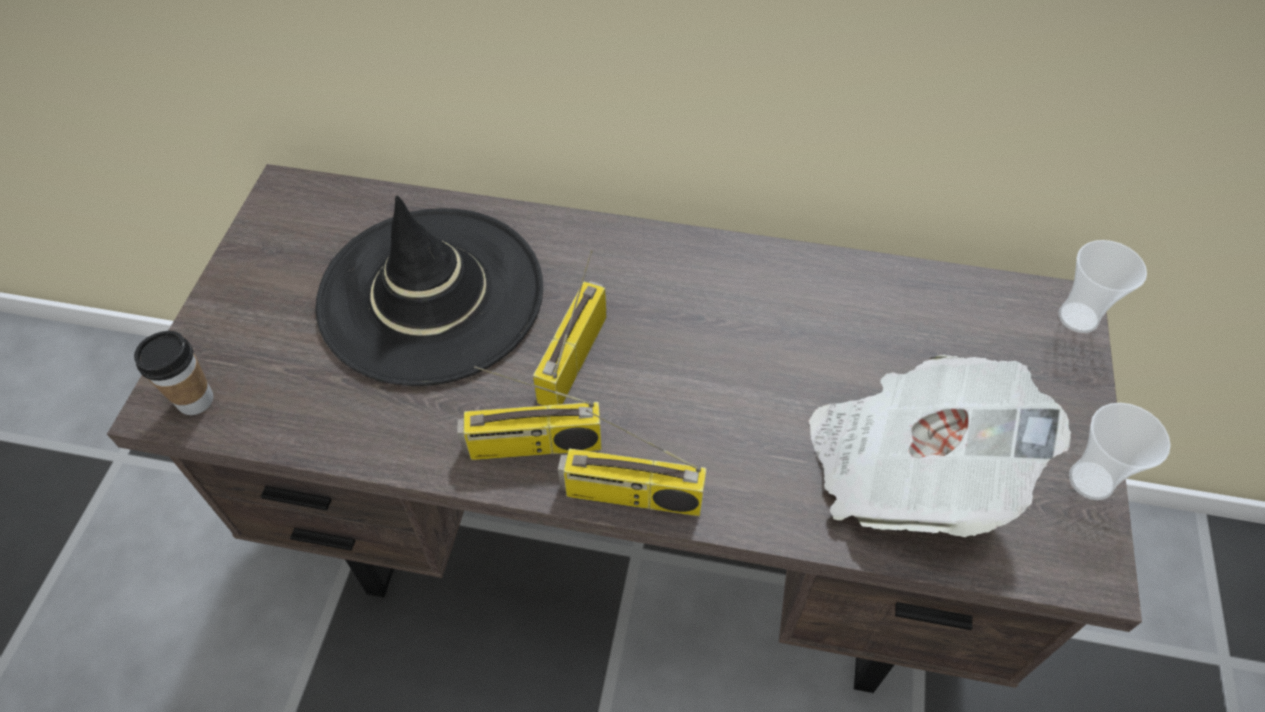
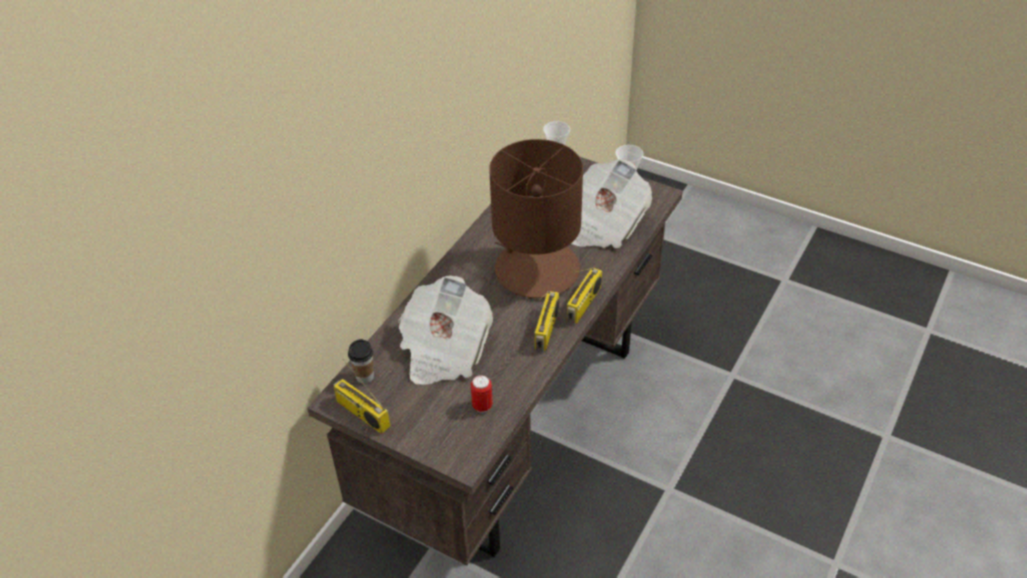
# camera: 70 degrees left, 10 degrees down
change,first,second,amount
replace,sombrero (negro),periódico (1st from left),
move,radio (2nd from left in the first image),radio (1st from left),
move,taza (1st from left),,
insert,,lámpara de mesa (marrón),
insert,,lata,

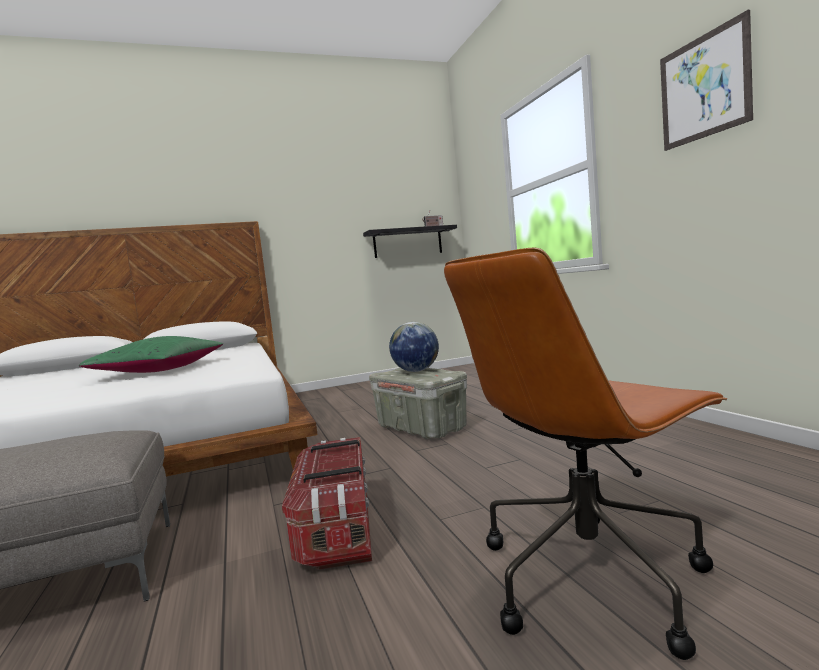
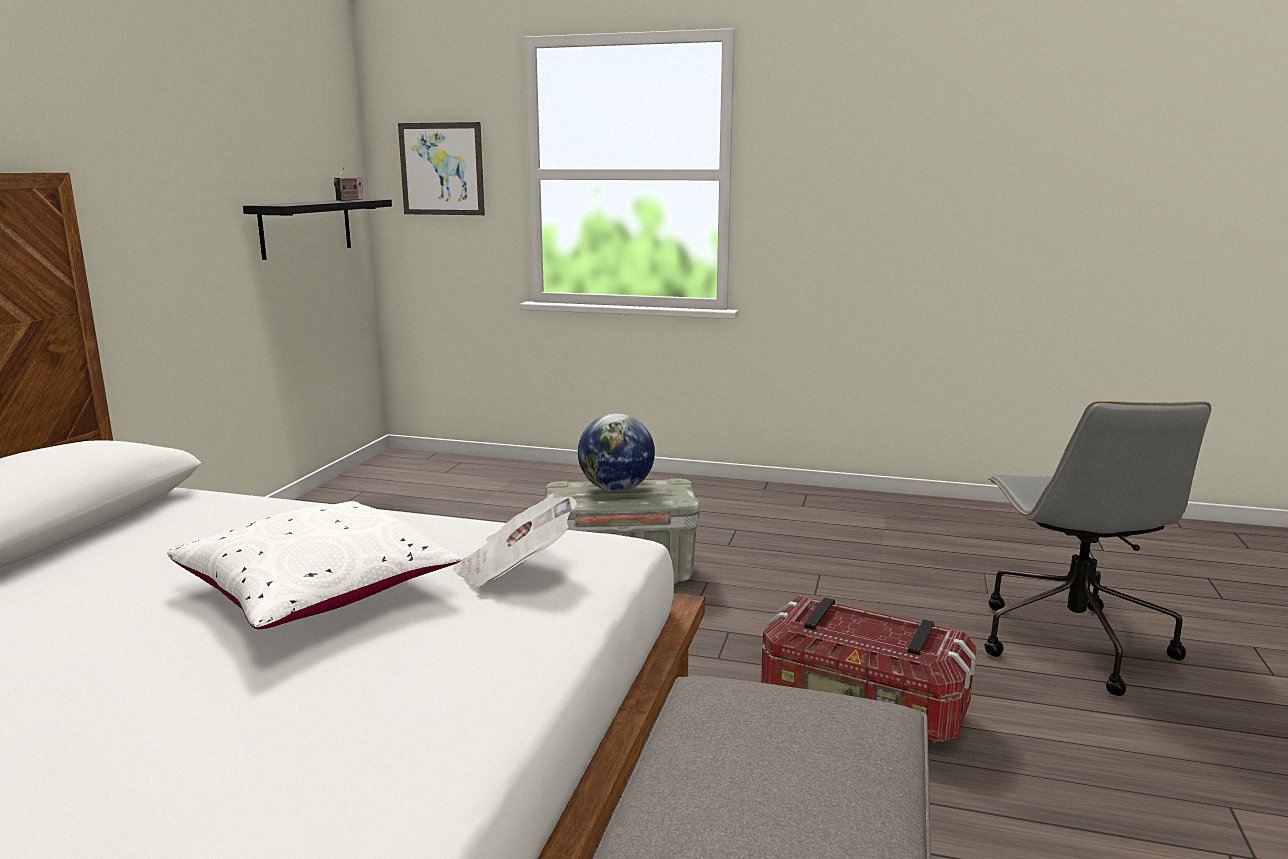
# camera: 55 degrees left, 10 degrees up
change,first,second,amount
move,cuadro,,
recolor,silla de oficina (marrón),silla de oficina (gris),
recolor,cojín (verde),cojín (blanco),
insert,,periódico,

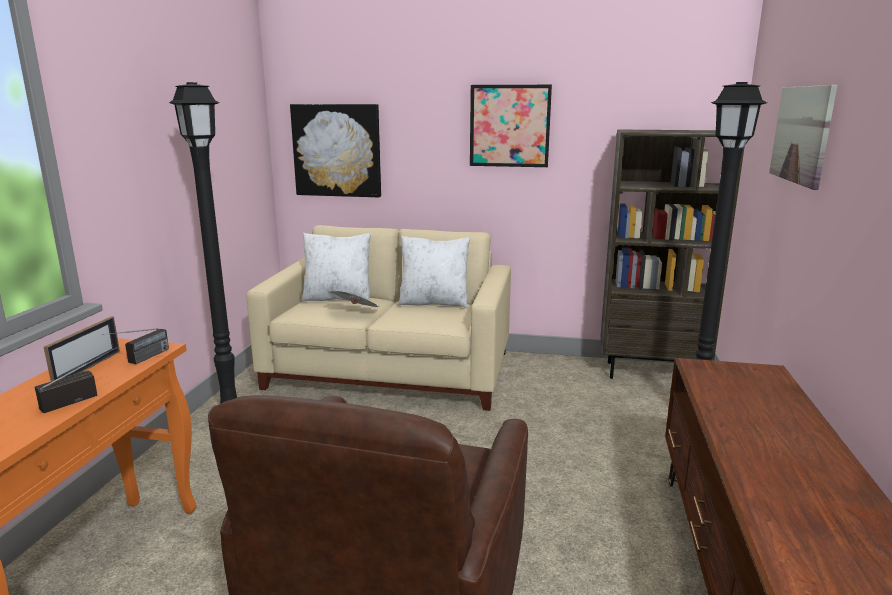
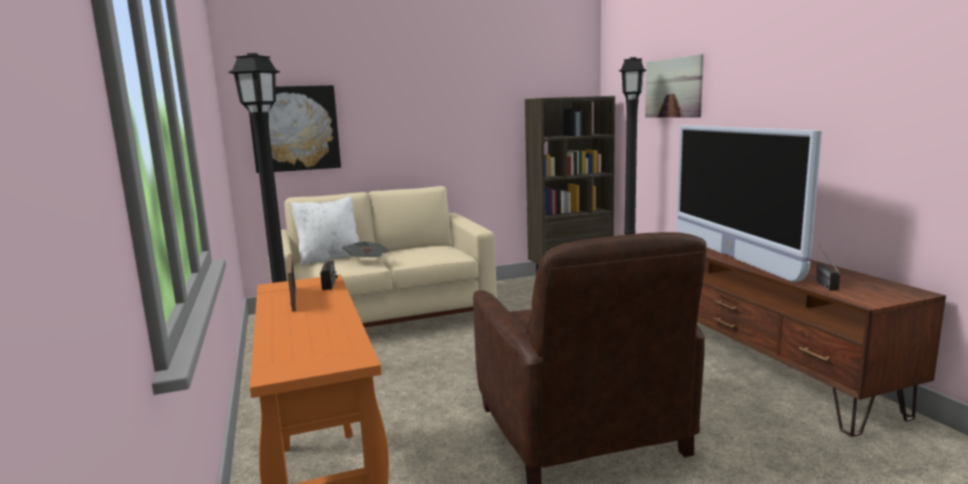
# camera: 30 degrees left, 5 degrees down
change,first,second,amount
delete,cuadro (2nd from left),,
delete,cojín (blanco) (2nd from left),,
move,radio (1st from left in the first image),radio (2nd from left),
insert,,televisor,

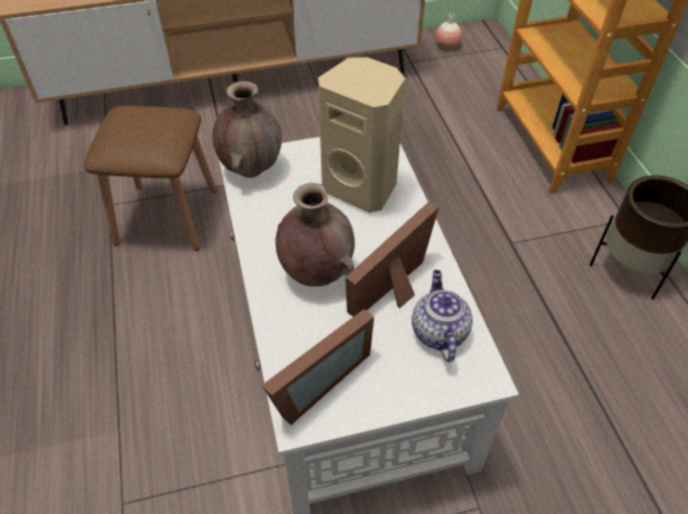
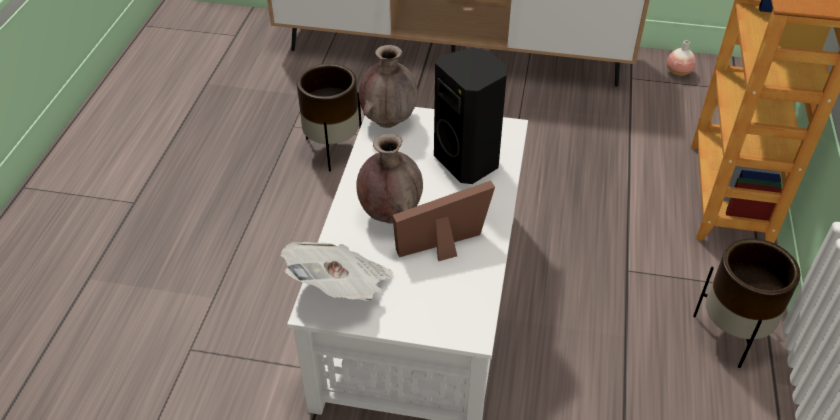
# camera: 25 degrees right, 5 degrees down
change,first,second,amount
recolor,altavoz (beis),altavoz (negro),
replace,taburete (marrón),maceta (marrón) (1st from left),
delete,tetera,,
replace,portarretratos (1st from left),periódico,

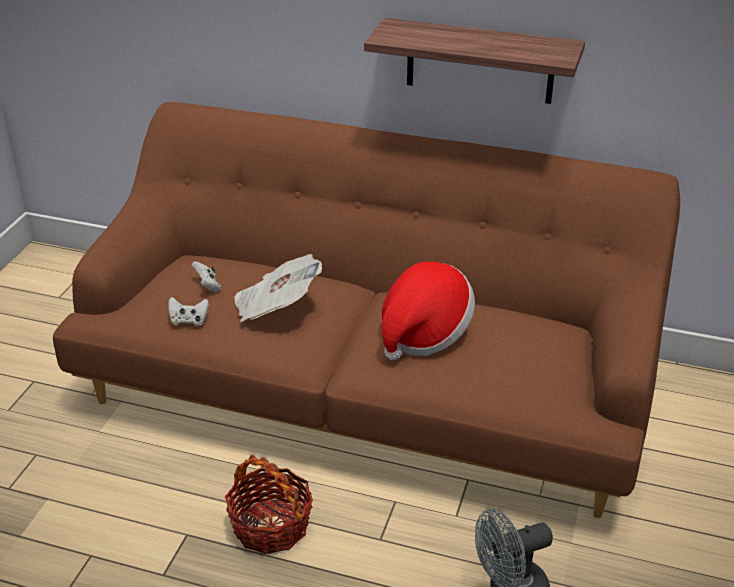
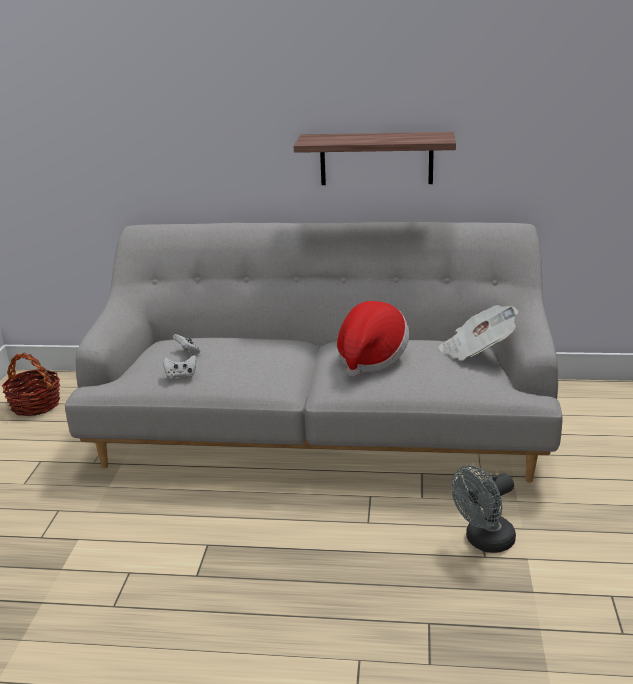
# camera: 10 degrees left, 10 degrees down
change,first,second,amount
recolor,sofá (marrón),sofá (gris),
move,periódico,,
move,cesta,,

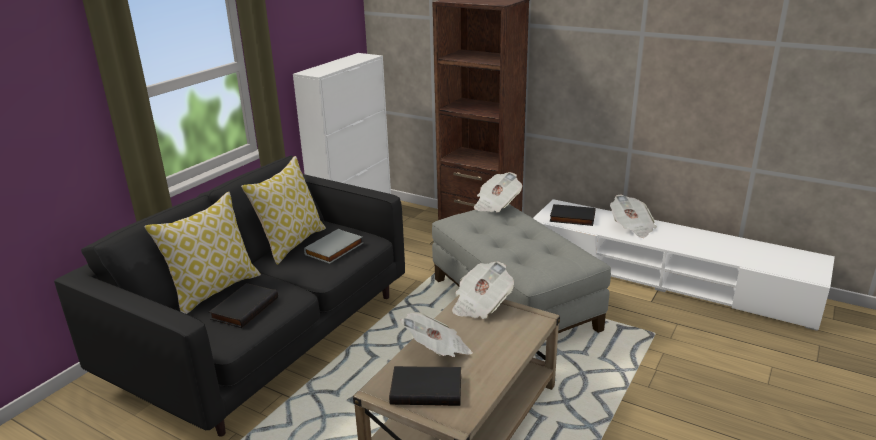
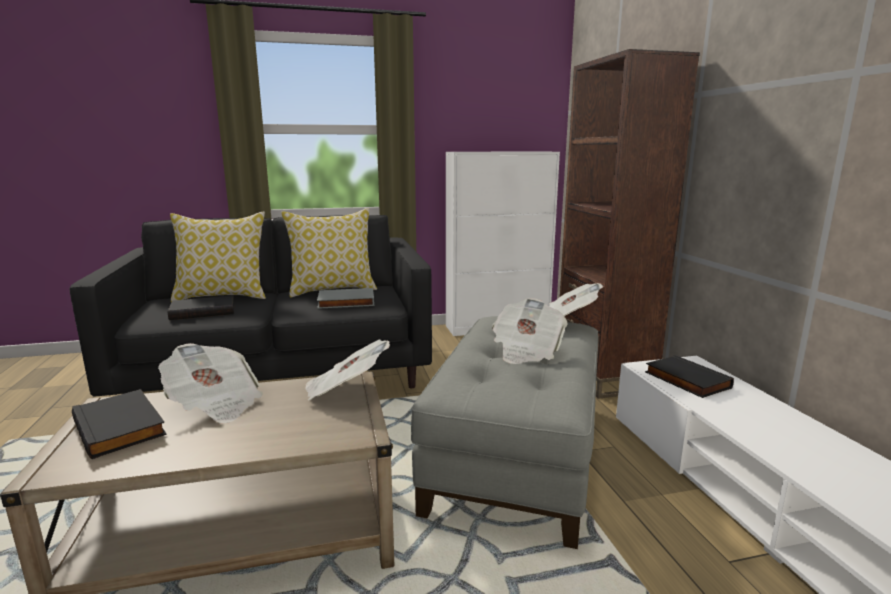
# camera: 45 degrees right, 10 degrees down
change,first,second,amount
move,periódico (4th from left in the first image),periódico (3rd from left),

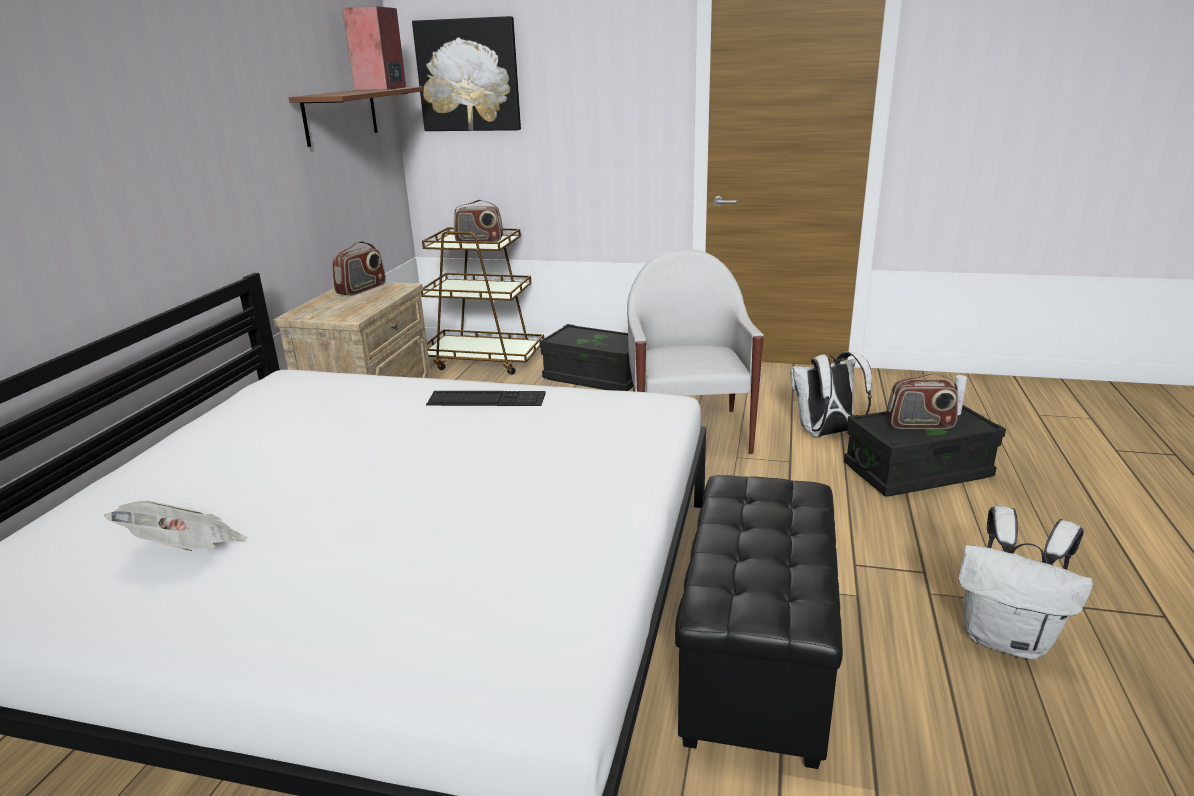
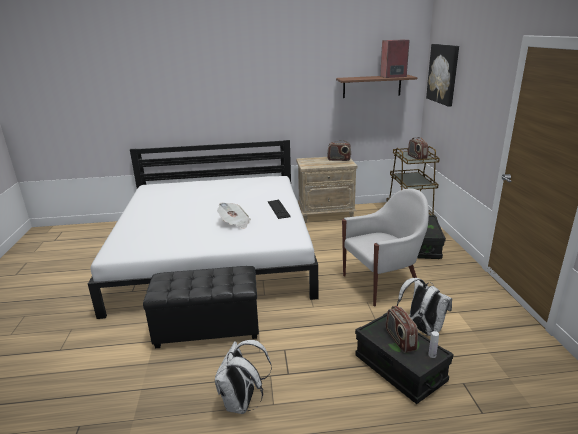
# camera: 70 degrees right, 0 degrees up
change,first,second,amount
move,periódico,,

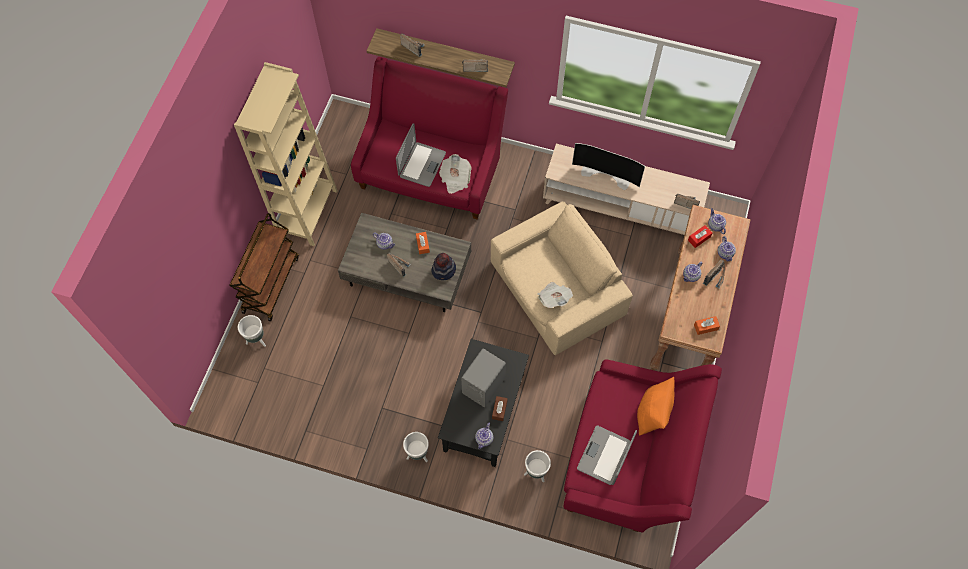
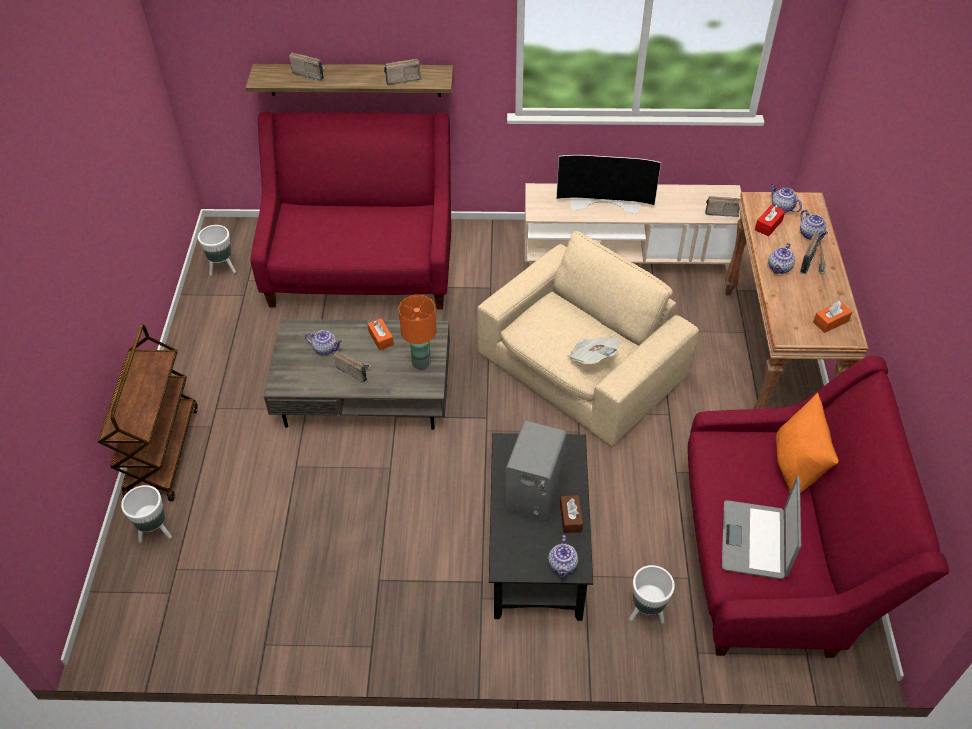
# camera: 15 degrees left, 15 degrees down
change,first,second,amount
delete,estantería (beis),,
delete,portátil (1st from left),,
delete,periódico (1st from left),,
replace,sombrero,lámpara de mesa (naranja),
move,maceta (blanco) (2nd from left),,

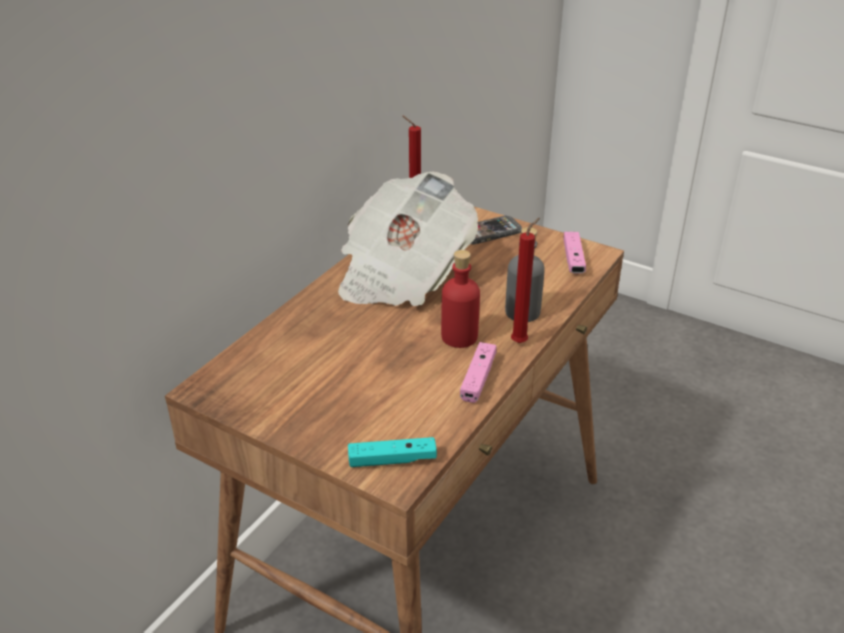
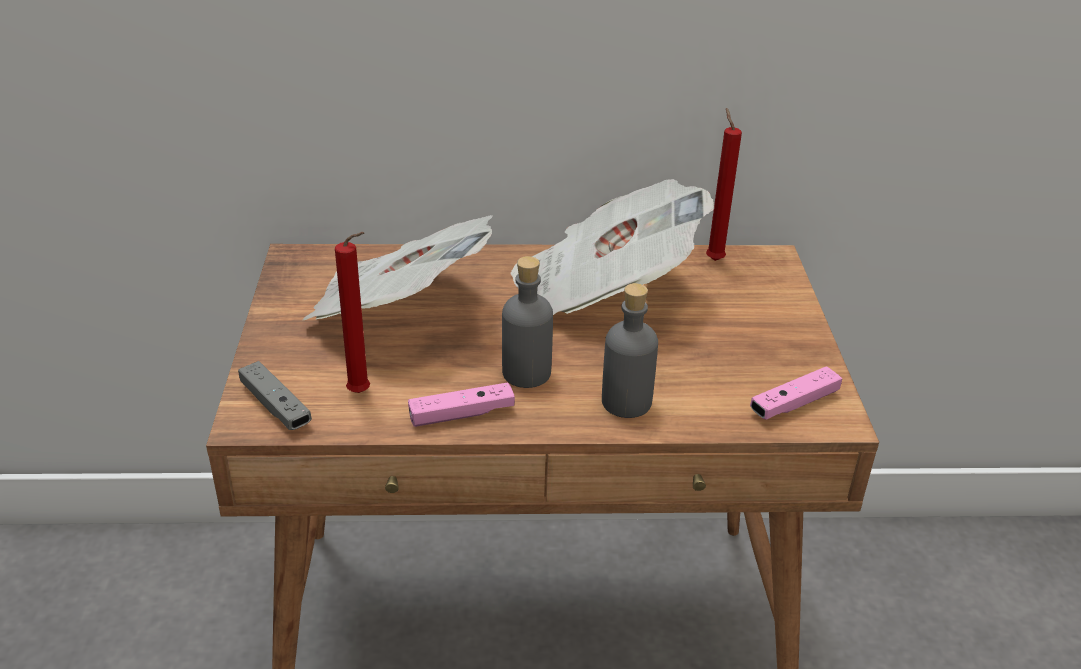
# camera: 55 degrees right, 0 degrees up
change,first,second,amount
delete,móvil,,
move,vela (rojo) (2nd from left in the first image),vela (rojo) (1st from left),
recolor,botella (rojo),botella (gris) (1st from left),
recolor,mando de consola (turquesa),mando de consola (gris),
insert,,periódico (1st from left),

